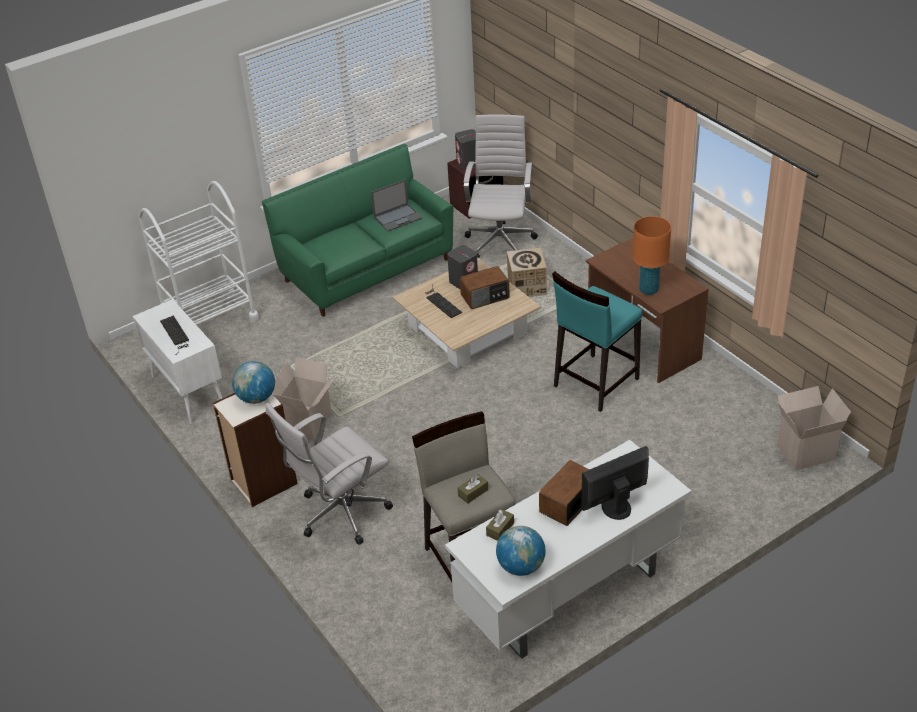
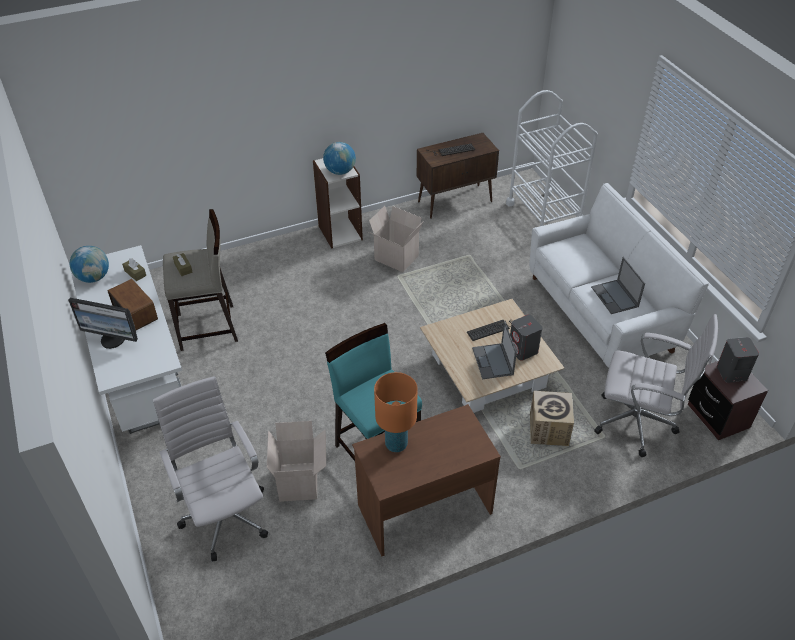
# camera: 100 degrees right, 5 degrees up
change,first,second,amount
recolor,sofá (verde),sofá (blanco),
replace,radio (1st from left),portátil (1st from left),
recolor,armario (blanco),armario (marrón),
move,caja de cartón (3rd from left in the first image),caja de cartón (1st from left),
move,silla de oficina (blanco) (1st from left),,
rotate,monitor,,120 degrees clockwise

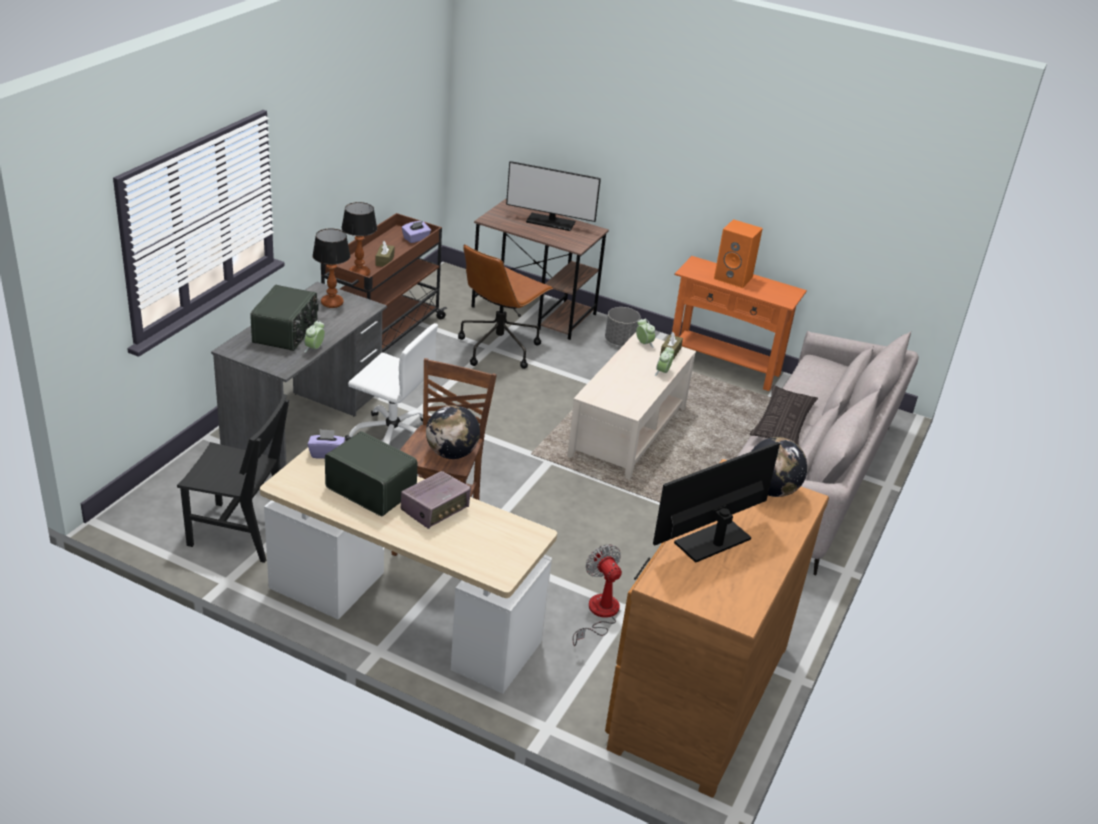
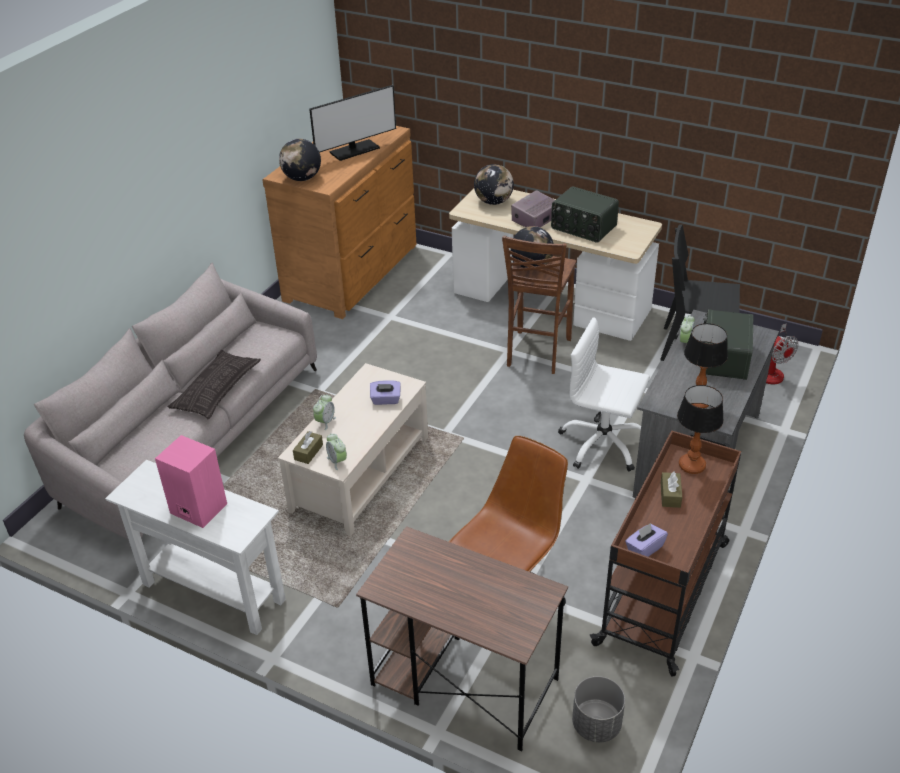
# camera: 175 degrees left, 5 degrees up
change,first,second,amount
delete,monitor (1st from left),,
recolor,altavoz (naranja),altavoz (rosa),
recolor,mesa consola (naranja),mesa consola (blanco),
move,maceta (gris),,
move,caja de pañuelos (morado) (1st from left),,
move,ventilador,,
insert,,globo terráqueo (2nd from left),

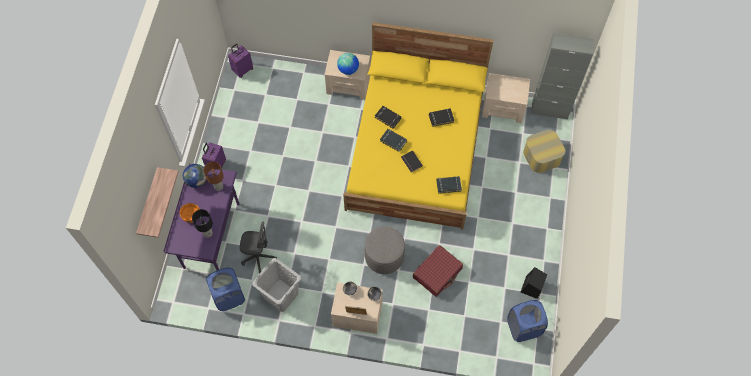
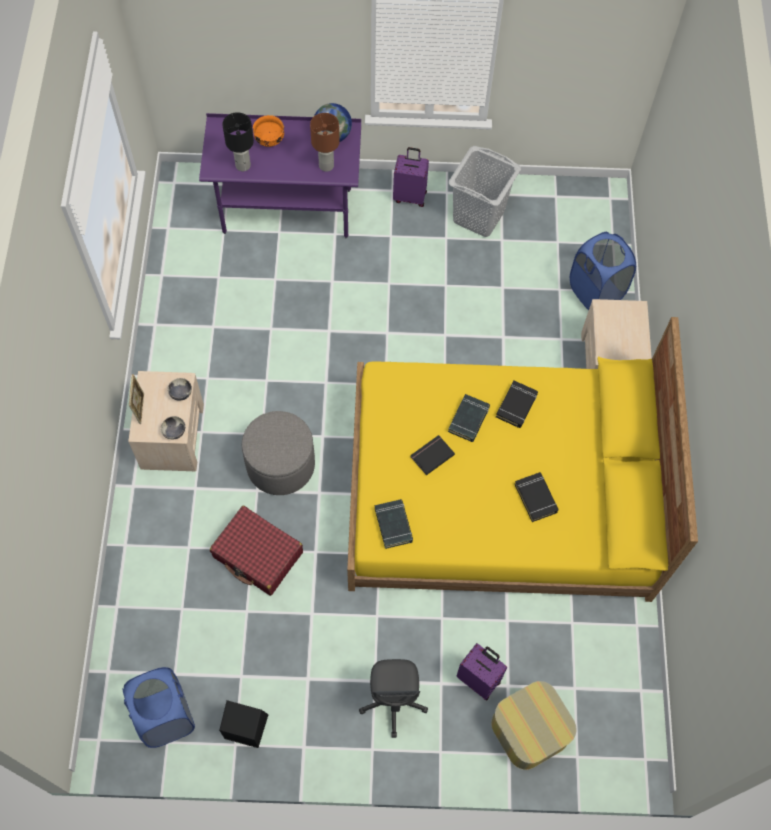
# camera: 80 degrees right, 0 degrees up
change,first,second,amount
delete,armario (gris),,
move,maleta (morado) (2nd from left),,
delete,globo terráqueo (2nd from left),,
delete,mesita de noche (beis) (3rd from left),,
delete,estante,,
move,silla de oficina (gris),,
move,cesto de la ropa (gris),,
move,cesto de la ropa (azul) (1st from left in the first image),cesto de la ropa (azul) (2nd from left),

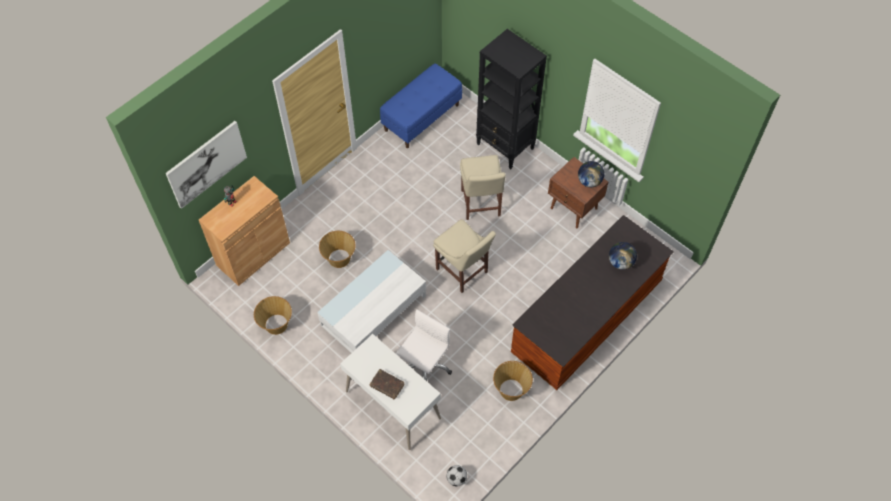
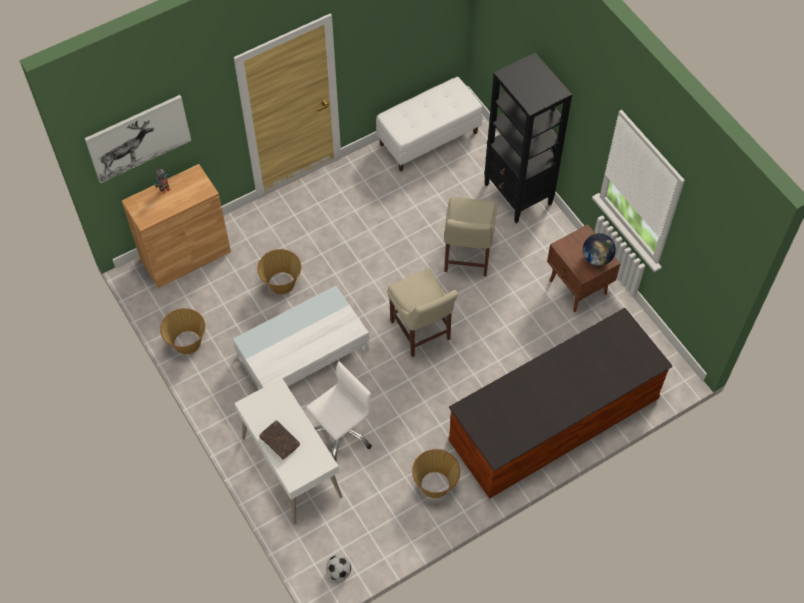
# camera: 15 degrees right, 0 degrees up
change,first,second,amount
recolor,banco (azul),banco (blanco),
delete,globo terráqueo (2nd from left),,

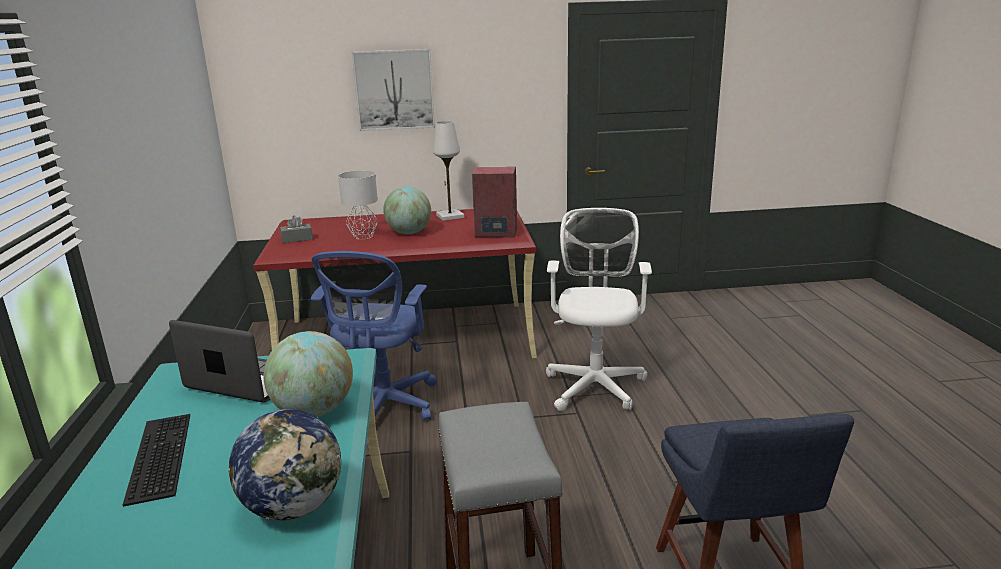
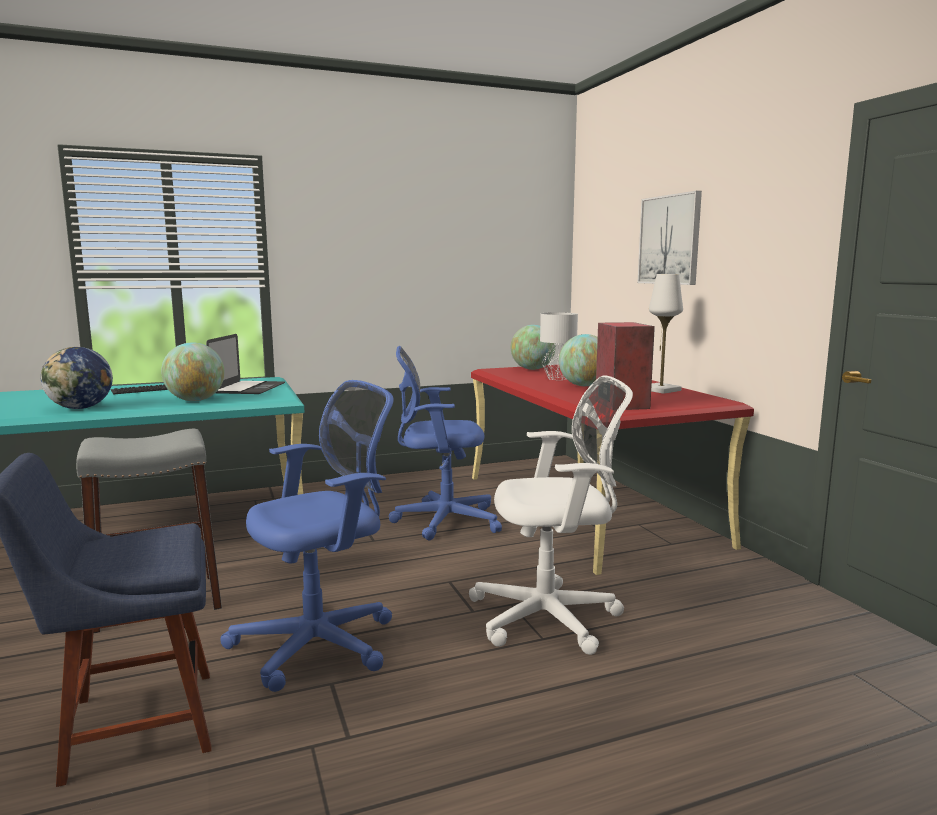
# camera: 75 degrees right, 10 degrees down
change,first,second,amount
replace,caja de pañuelos (gris),globo terráqueo (3rd from left),
insert,,silla de oficina (azul) (1st from left),

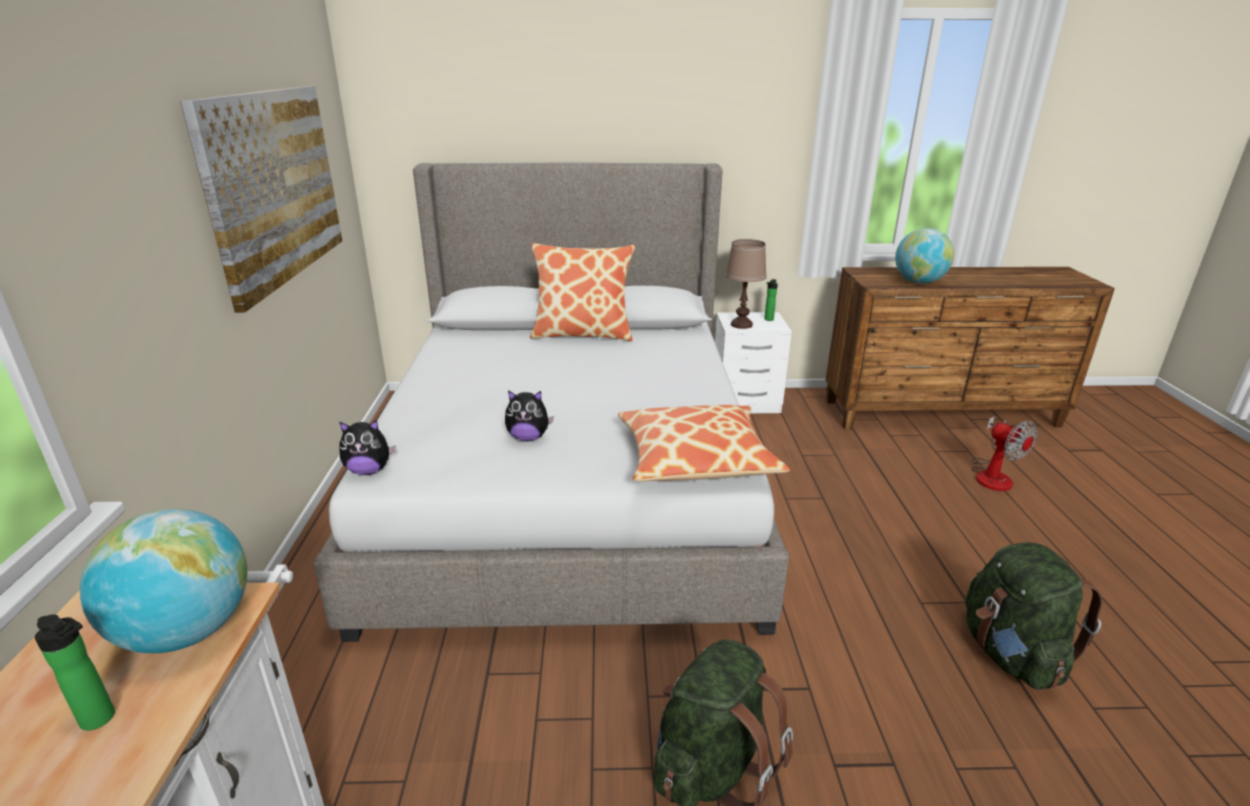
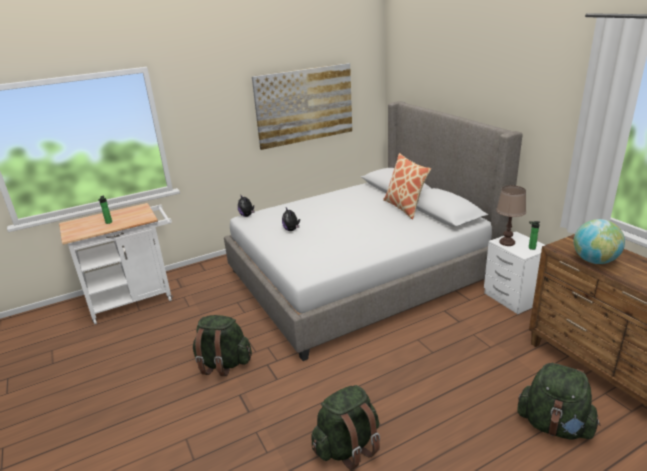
# camera: 65 degrees right, 0 degrees up
change,first,second,amount
delete,cojín (2nd from left),,
replace,ventilador,mochila (verde) (3rd from left),
delete,globo terráqueo (1st from left),,

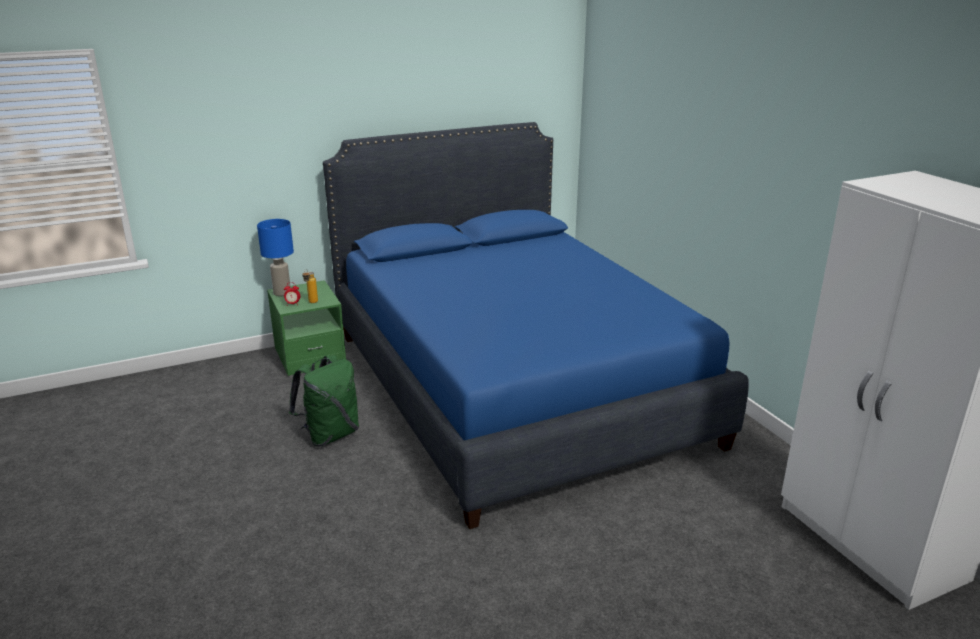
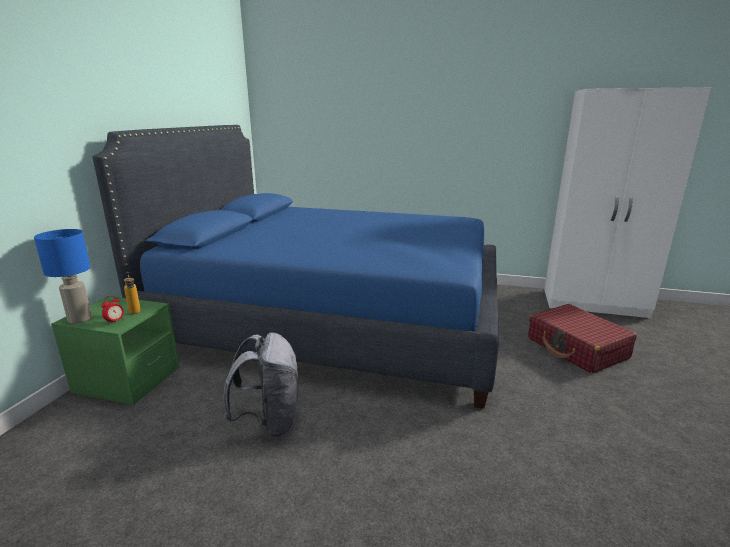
# camera: 50 degrees left, 5 degrees down
change,first,second,amount
recolor,mochila (verde),mochila (gris),
insert,,maleta (rojo),

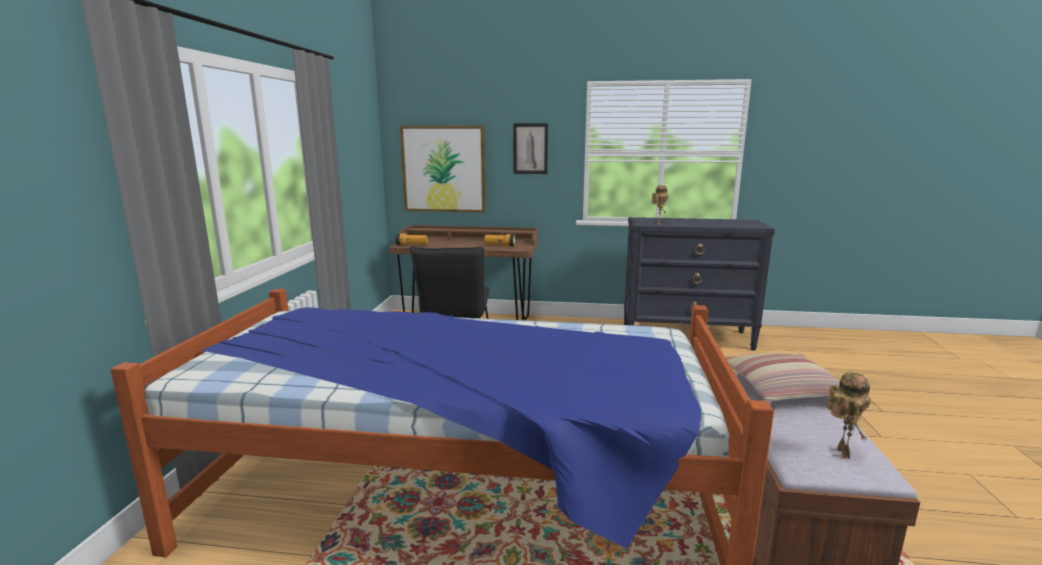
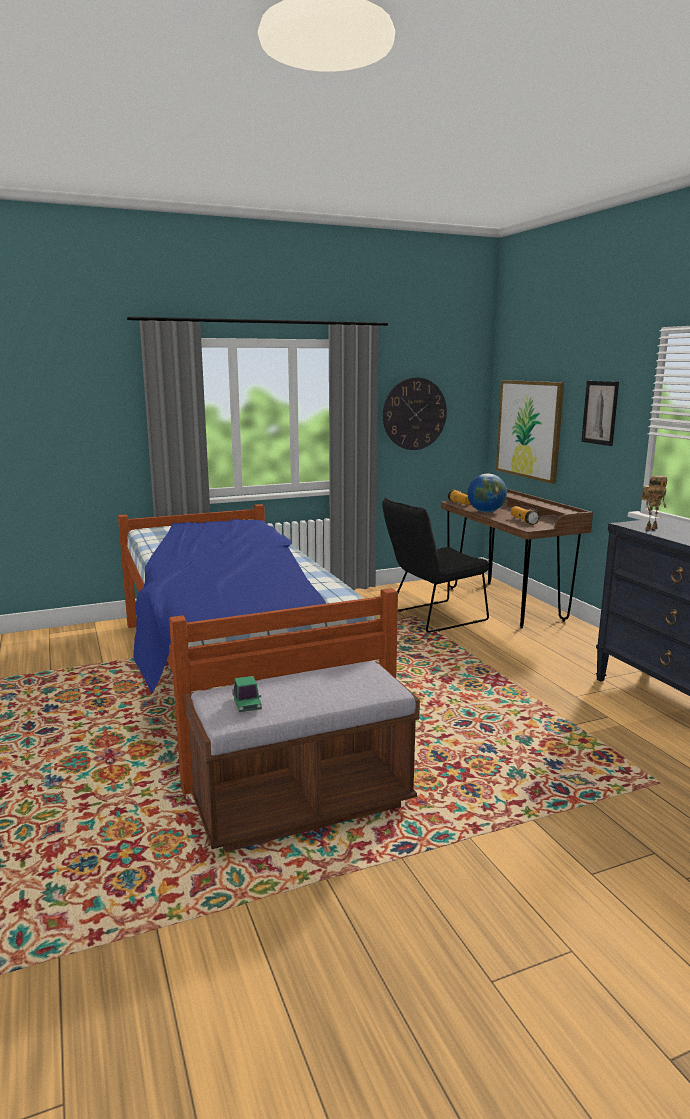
# camera: 60 degrees right, 0 degrees up
change,first,second,amount
delete,cojín,,
replace,robot de juguete (2nd from left),coche de juguete,
insert,,reloj de pared,
insert,,globo terráqueo,

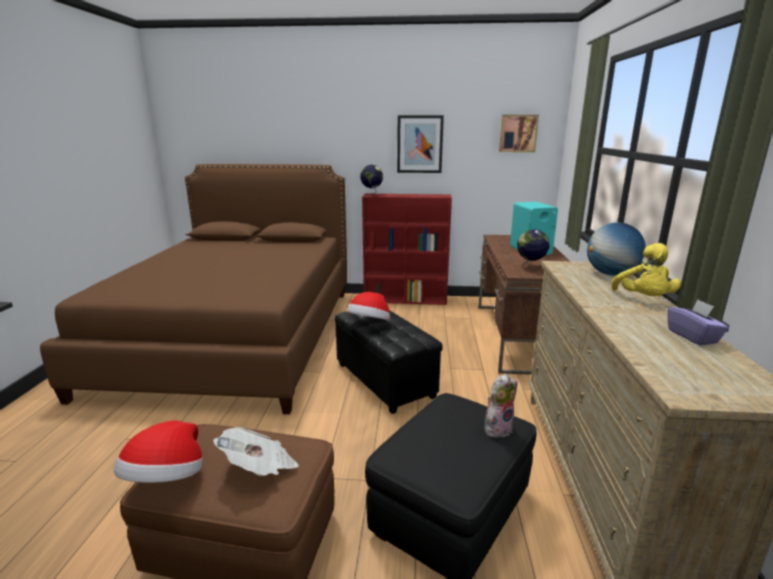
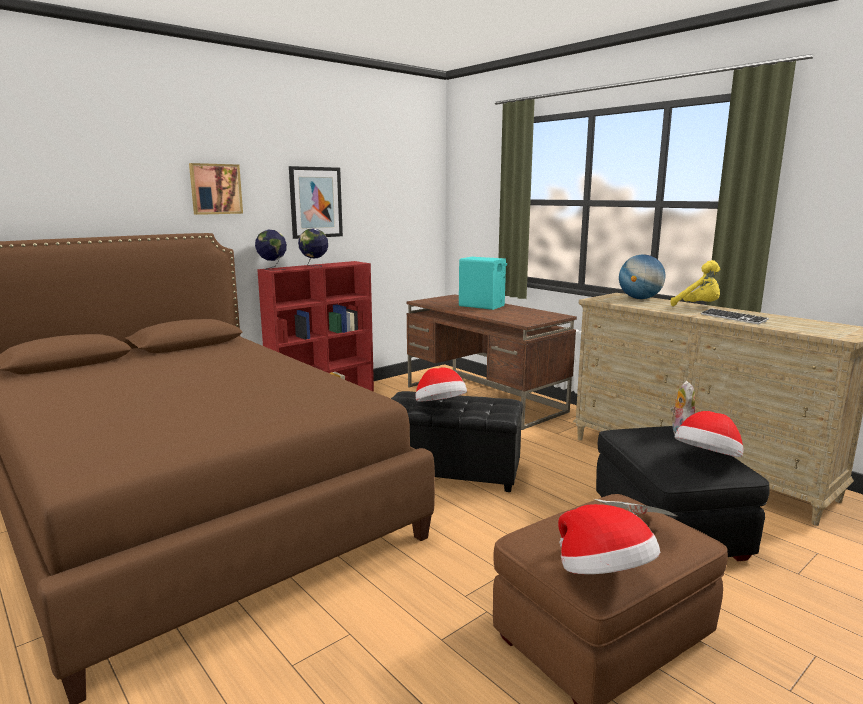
# camera: 45 degrees left, 5 degrees down
change,first,second,amount
move,cuadro (2nd from left in the first image),cuadro (1st from left),
move,globo terráqueo (2nd from left),,
delete,caja de pañuelos (morado),,
insert,,teclado,
insert,,sombrero (3rd from left),

